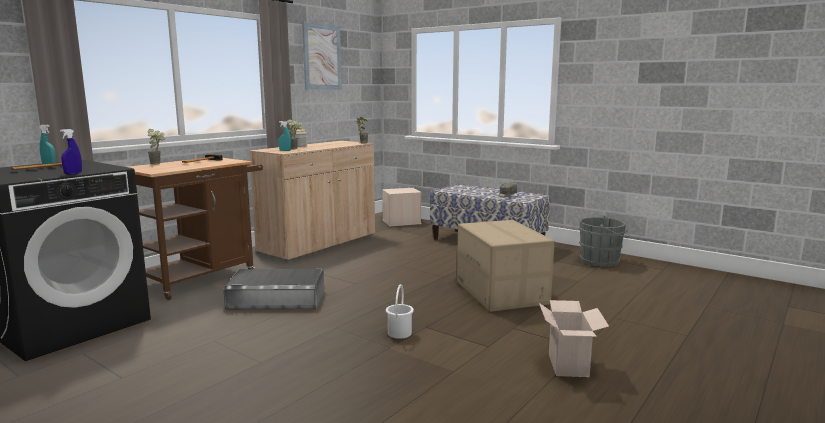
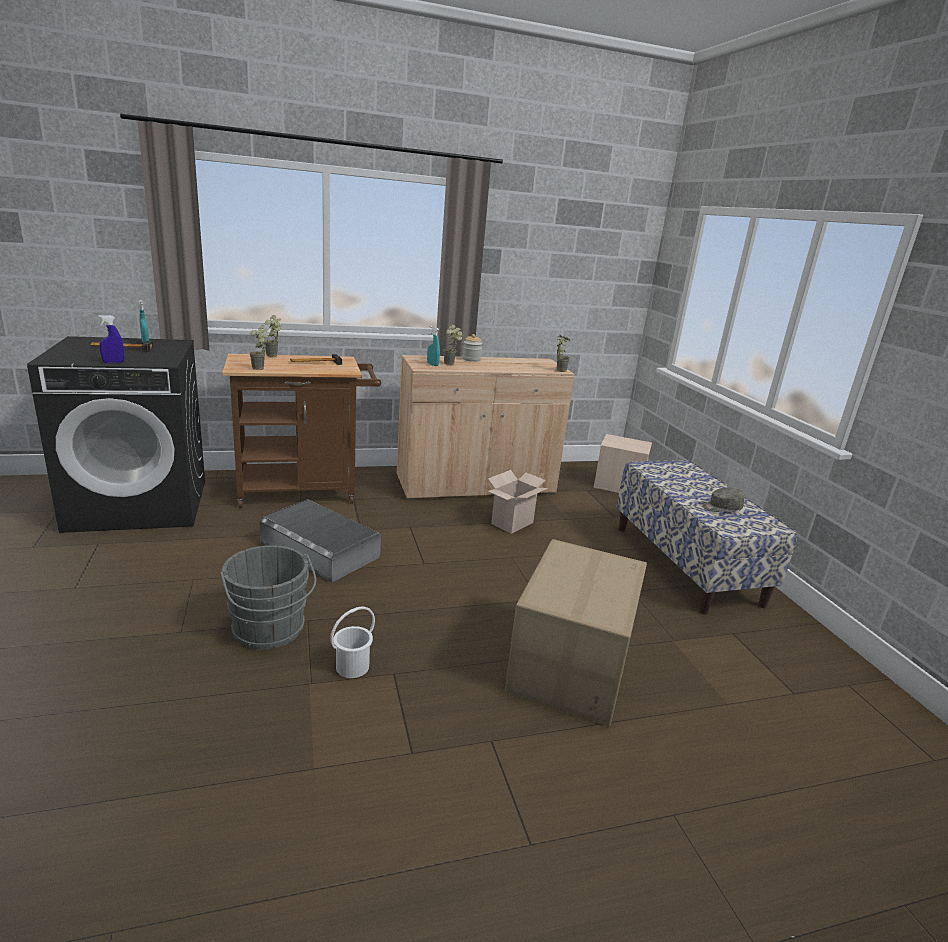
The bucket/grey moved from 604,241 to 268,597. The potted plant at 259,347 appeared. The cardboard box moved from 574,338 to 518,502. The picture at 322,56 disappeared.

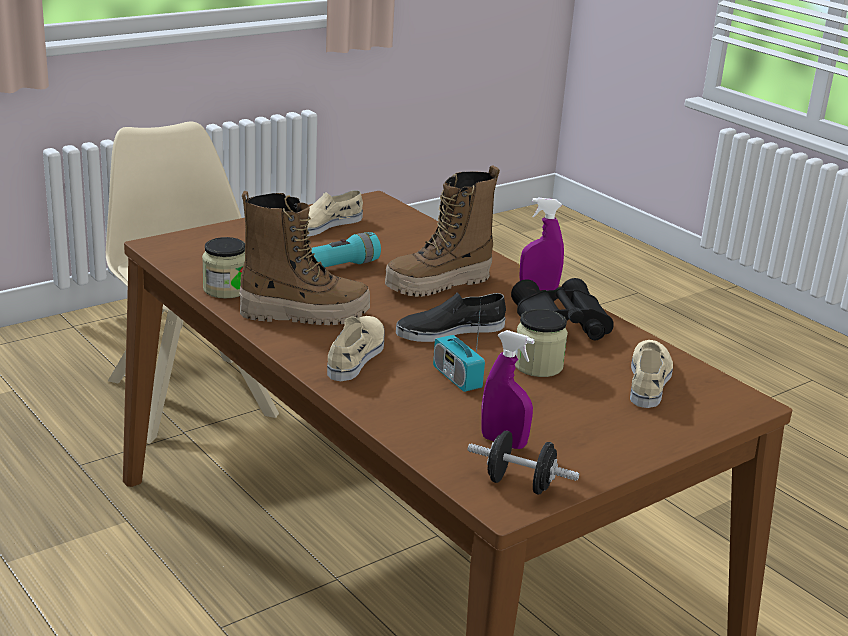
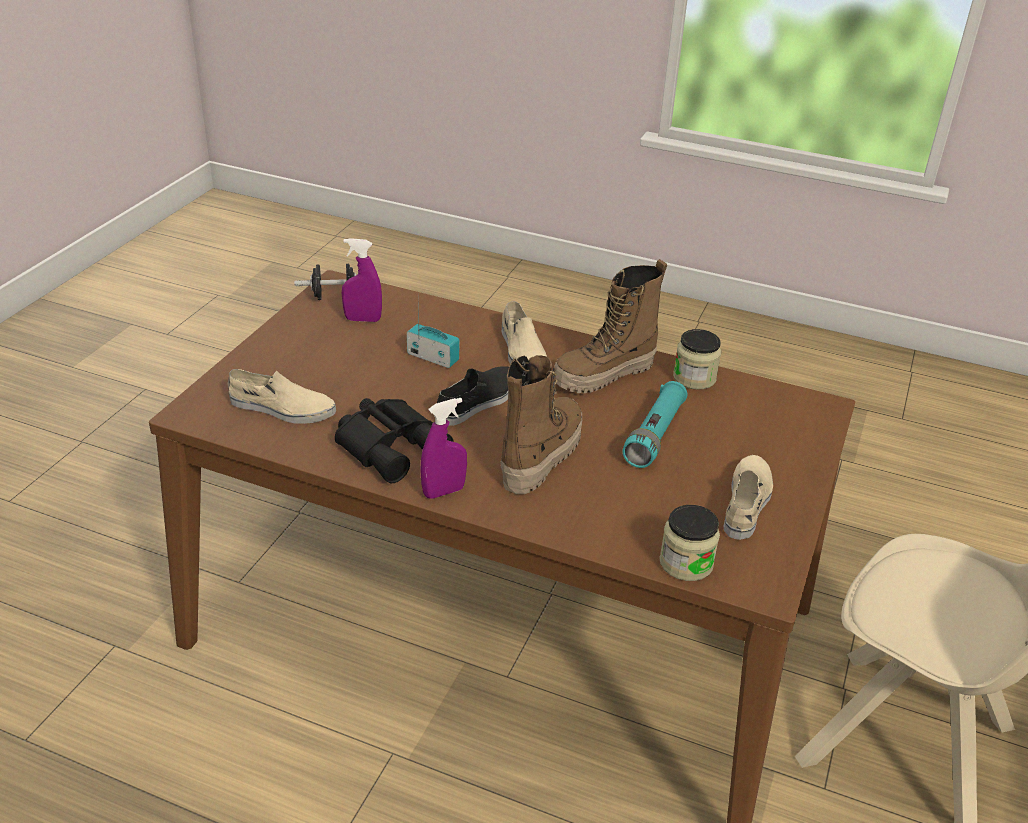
The shoe/beige at 651,374 turned 60 degrees counterclockwise. The jar moved from 541,343 to 690,543.

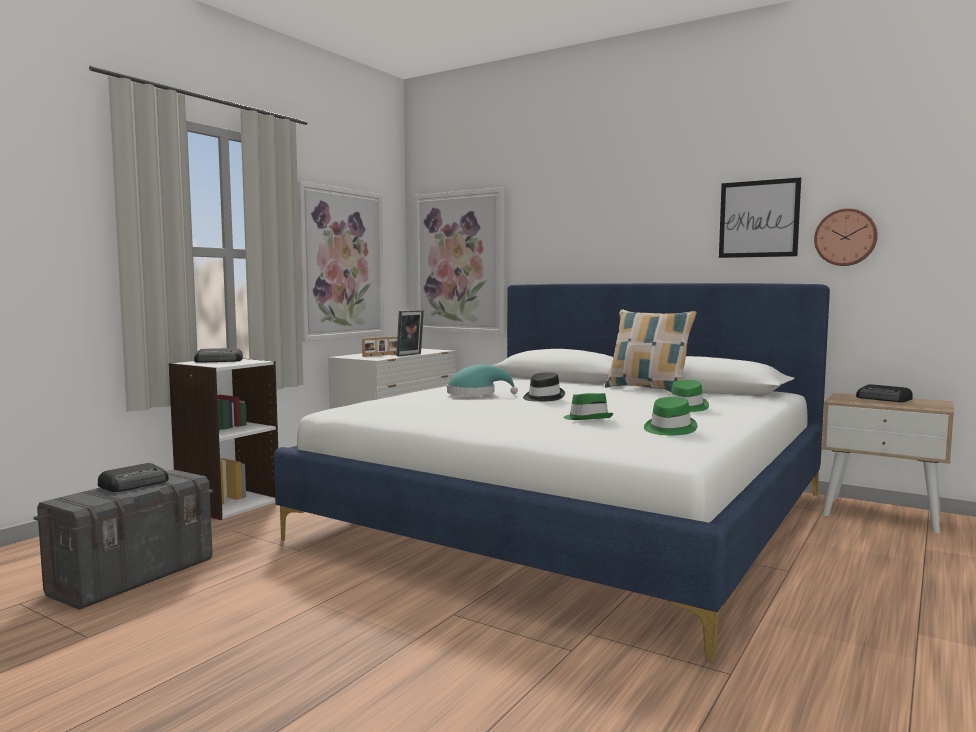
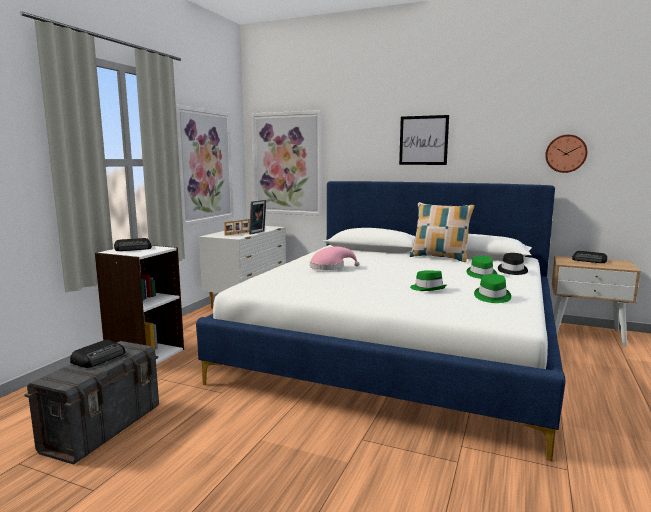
The hat/turquoise at 482,380 became the hat/pink at 334,258. The picture moved from 760,217 to 424,140. The hat/black moved from 544,387 to 513,264.

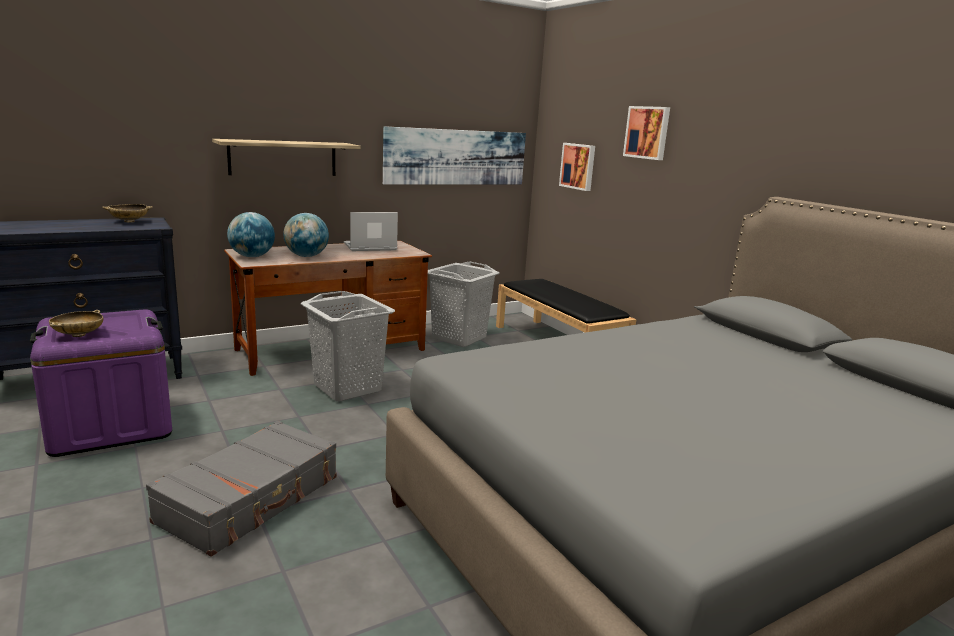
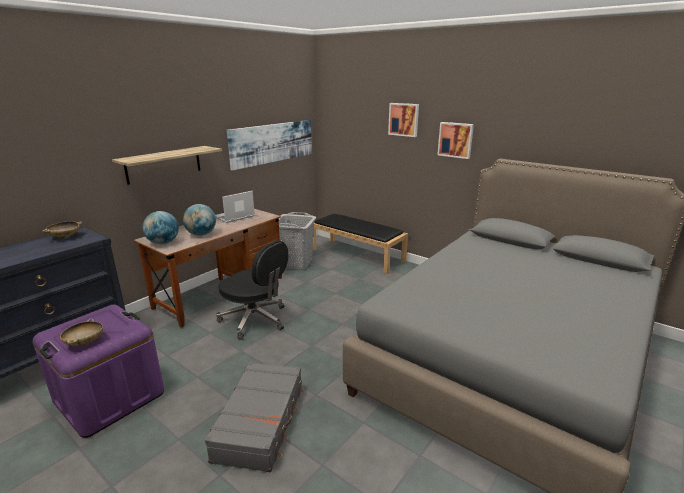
The laundry basket/grey at 348,346 was replaced by the office chair/black at 252,290. The picture moved from 577,167 to 455,140.

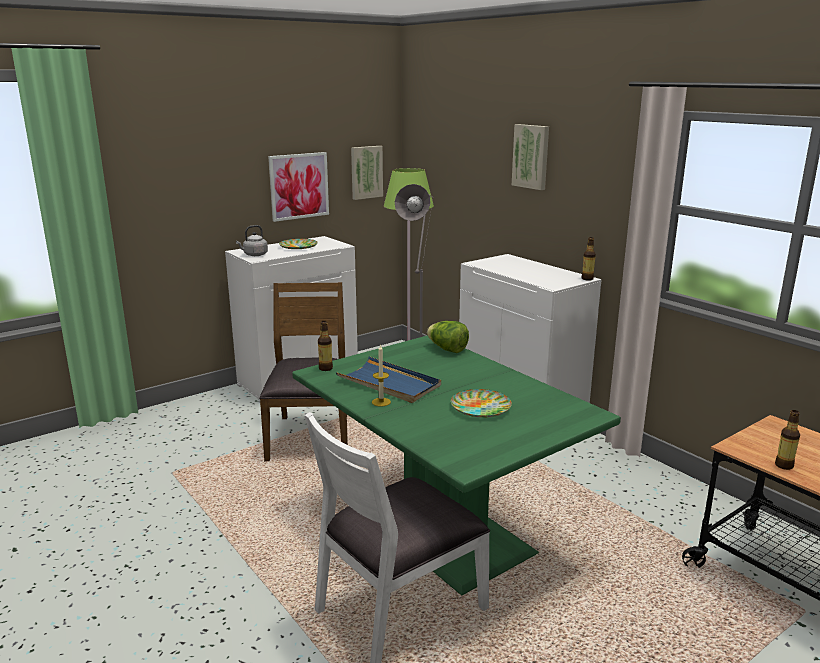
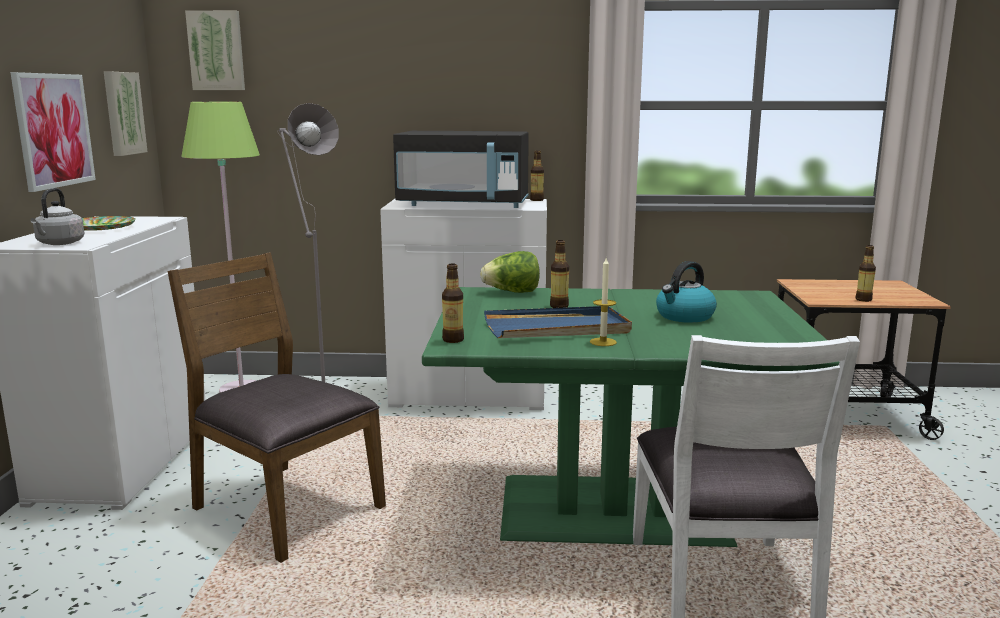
The picture moved from 530,157 to 215,50. The microwave/black at 461,169 appeared. The bottle at 559,274 appeared. The plate at 481,403 was replaced by the kettle at 686,292.

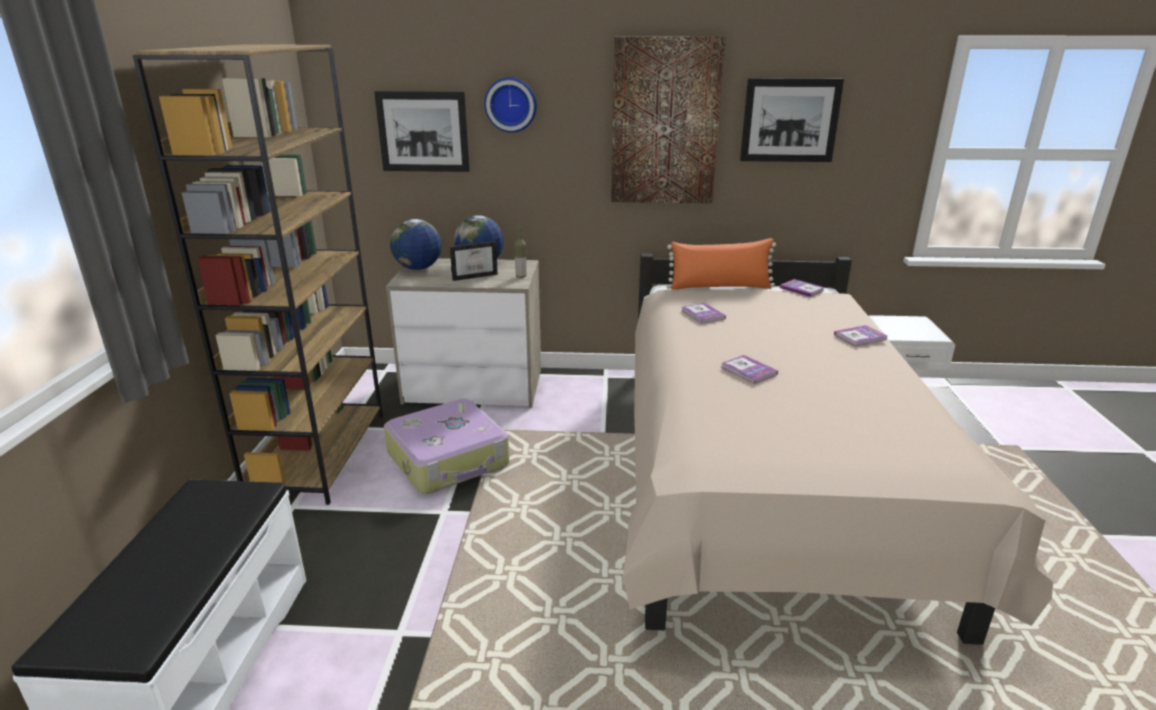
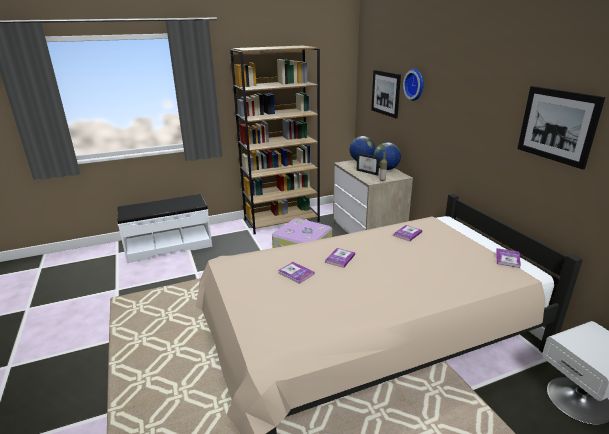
The book moved from 860,335 to 296,273. The picture at 668,120 disappeared. The pillow/orange at 721,263 disappeared.

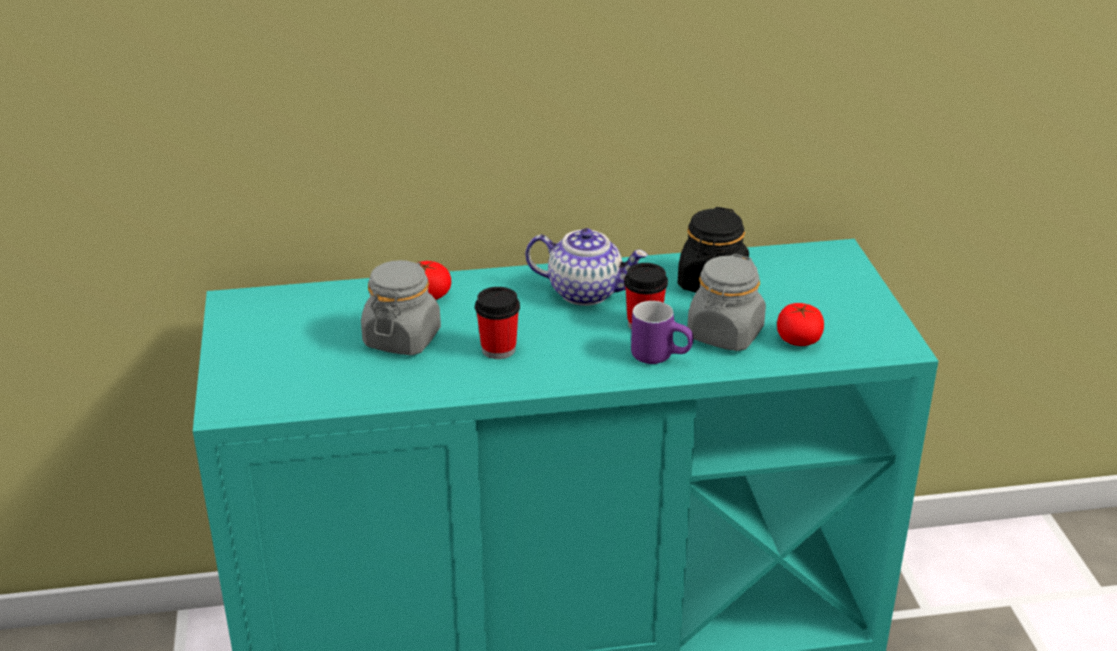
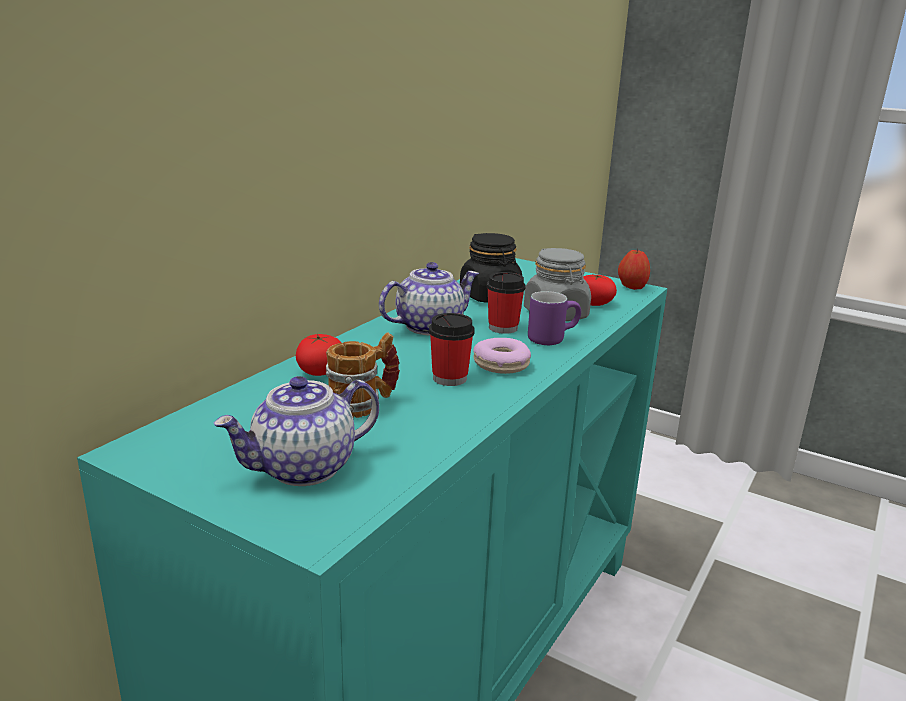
The teapot at 296,431 appeared. The jar/grey at 401,307 was replaced by the mug at 363,375. The donut at 502,356 appeared. The apple at 634,269 appeared.

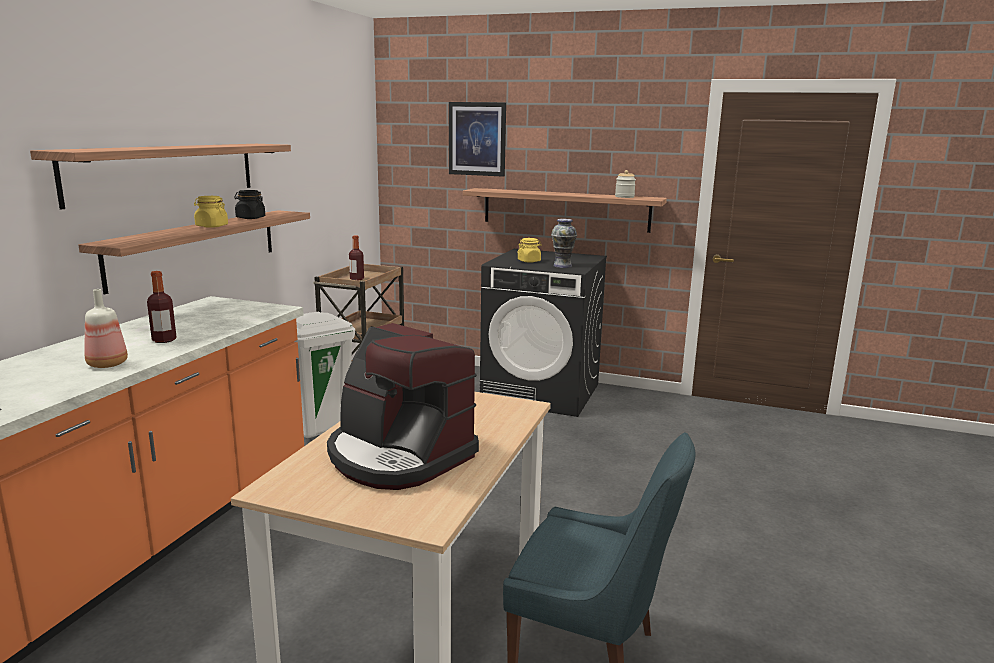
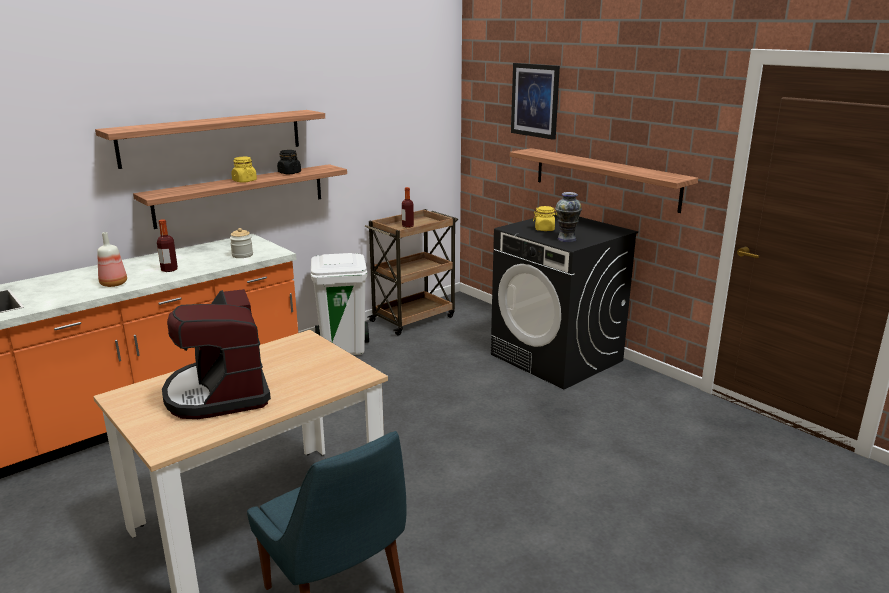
The jar moved from 625,184 to 241,243.

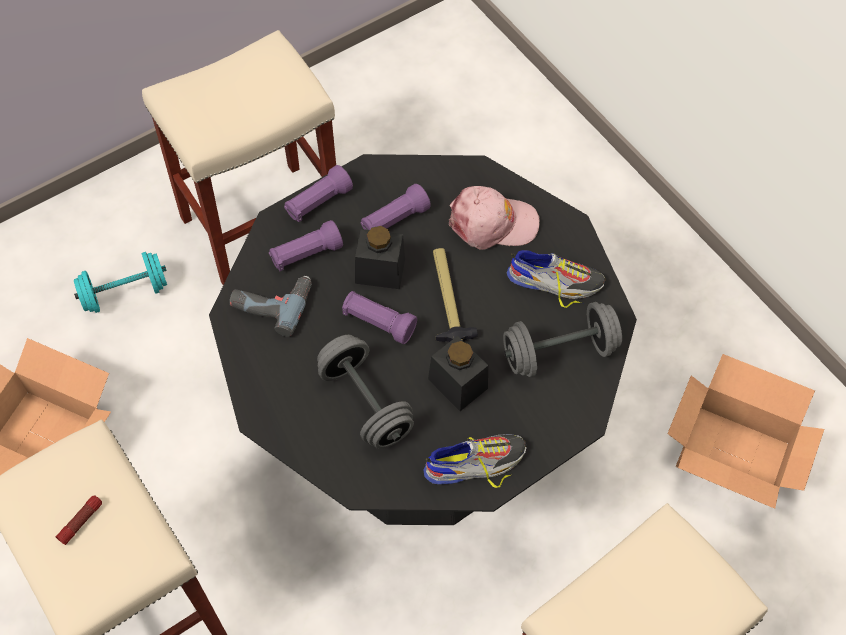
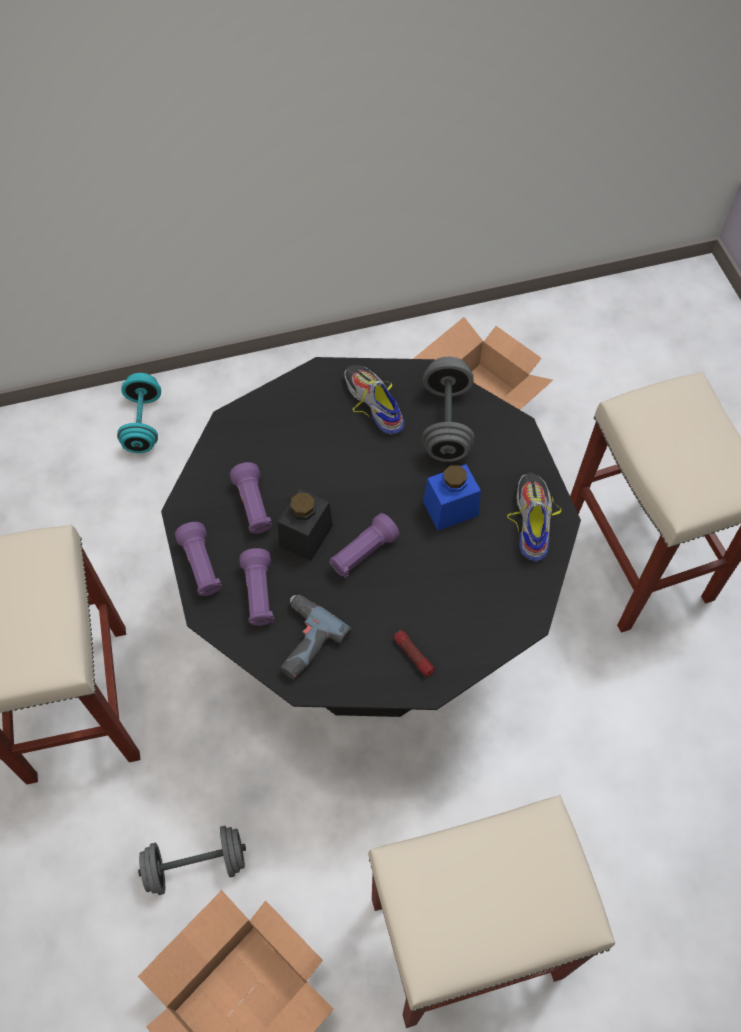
The dumbbell/turquoise moved from 120,282 to 139,413. The dumbbell/grey moved from 365,392 to 192,860. The shoe at 556,279 turned 60 degrees counterclockwise. The flashlight moved from 79,520 to 414,654. The jar/black at 458,373 became the jar/blue at 452,497. The hammer at 455,295 disappeared. The cap/pink at 494,218 disappeared.

